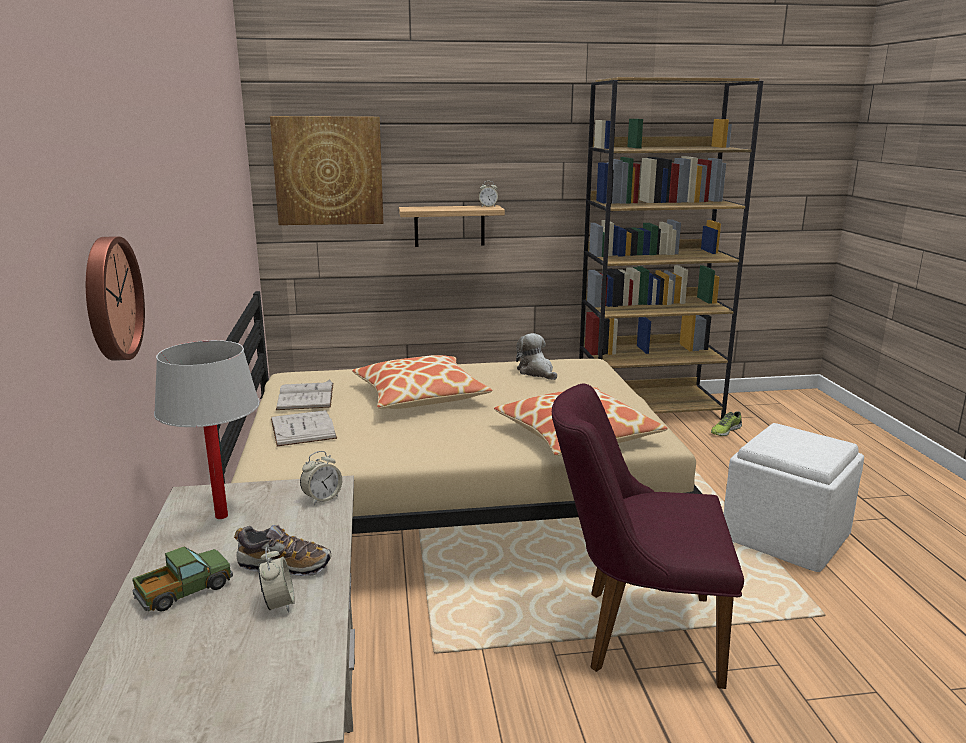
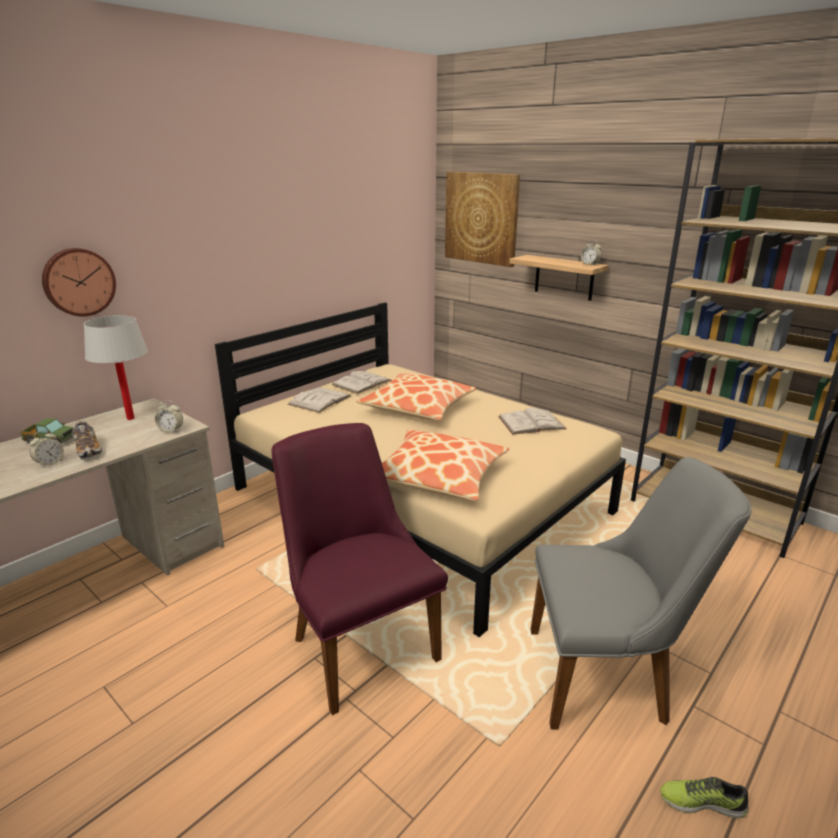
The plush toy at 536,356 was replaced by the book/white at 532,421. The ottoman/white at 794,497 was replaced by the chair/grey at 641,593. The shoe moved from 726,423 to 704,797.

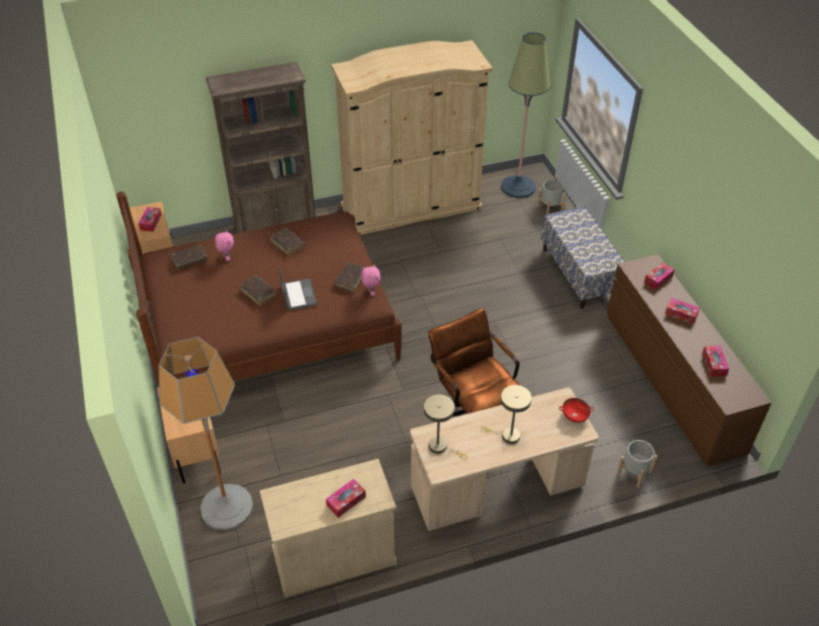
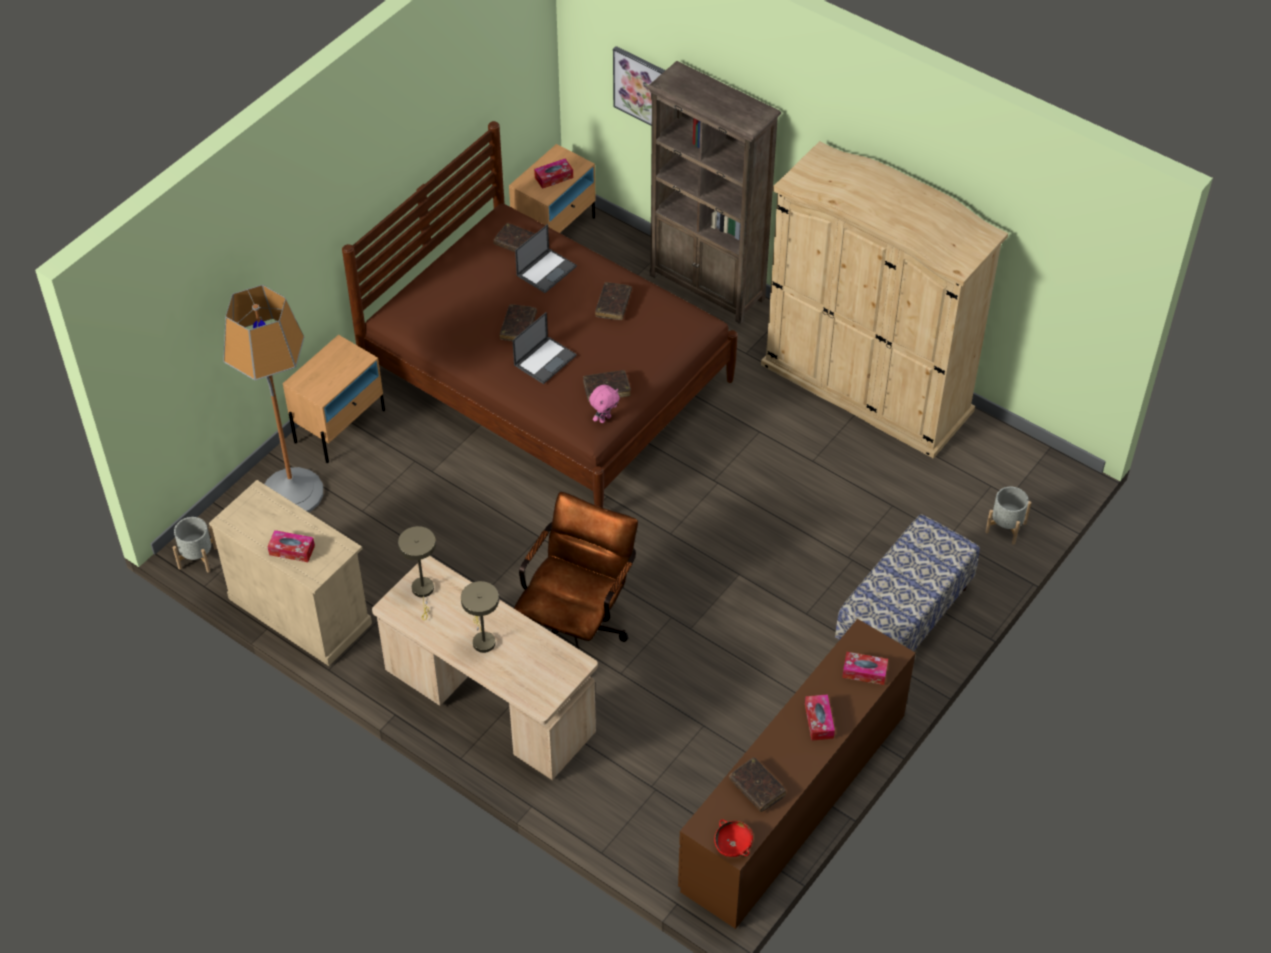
The planter/grey moved from 637,464 to 194,545. The plush toy/pink at 224,245 was replaced by the laptop at 546,258. The picture at 639,86 appeared. The bowl/red moved from 576,410 to 733,838. The tissue box at 715,361 was replaced by the book/brown at 757,784. The floor lamp at 525,115 disappeared.

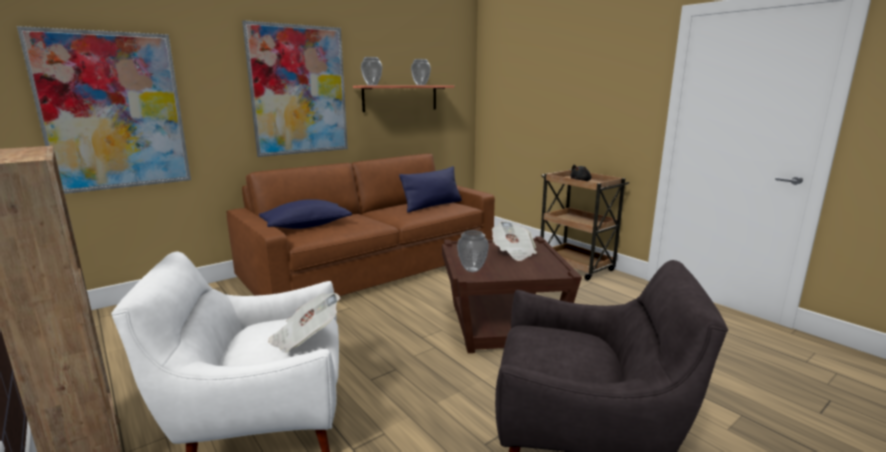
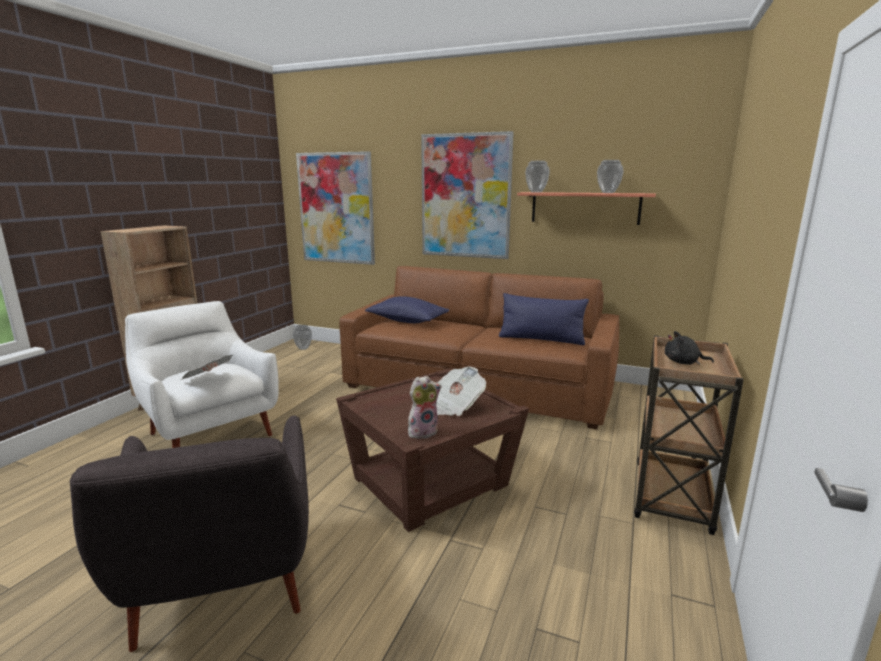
The vase moved from 473,251 to 302,337. The plush toy at 425,407 appeared.

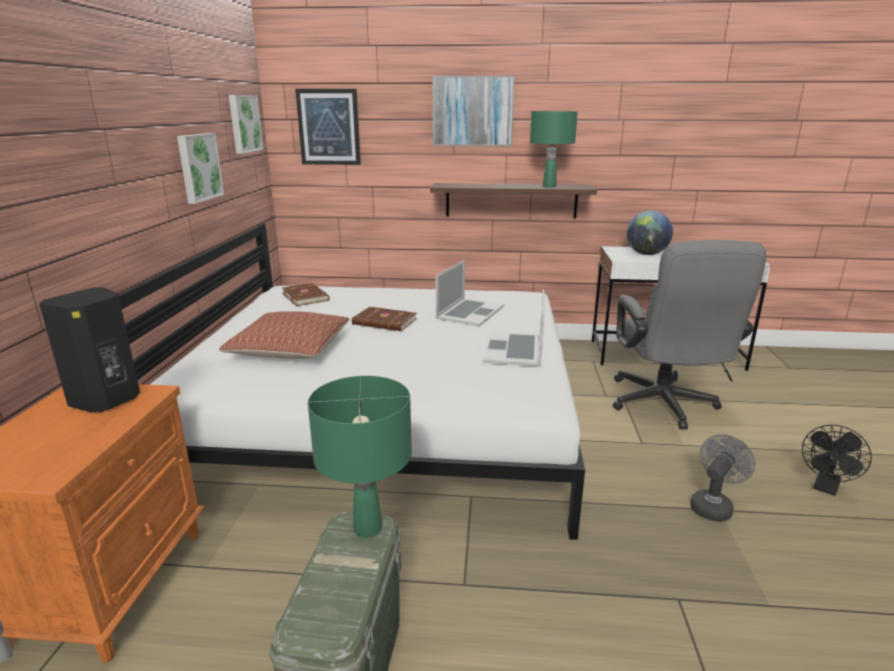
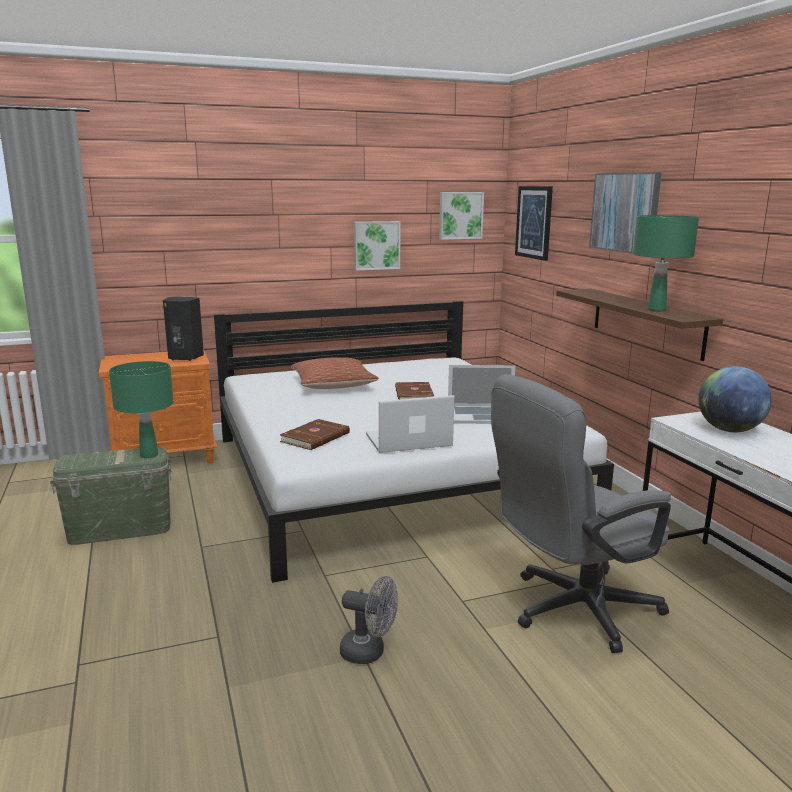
The book/brown moved from 306,294 to 315,434. The fan/black at 837,460 disappeared.

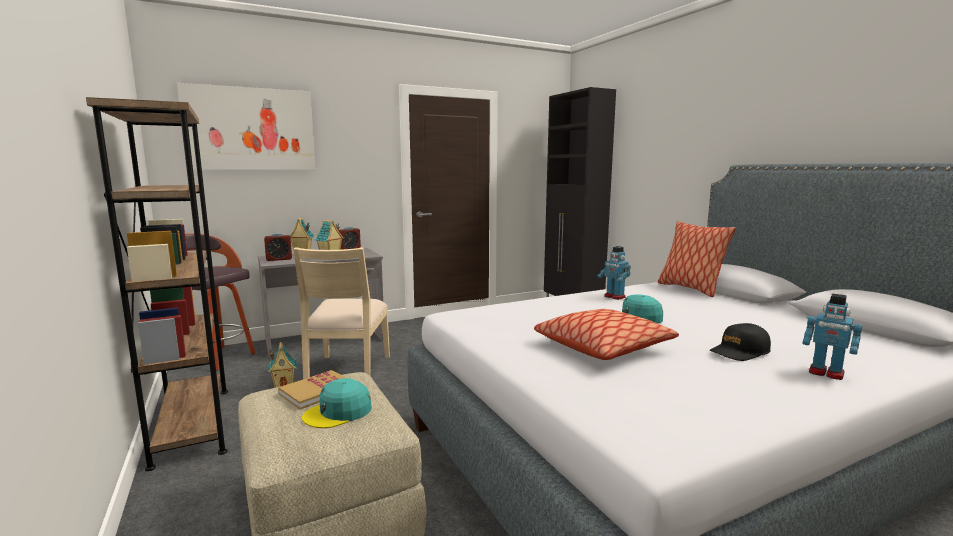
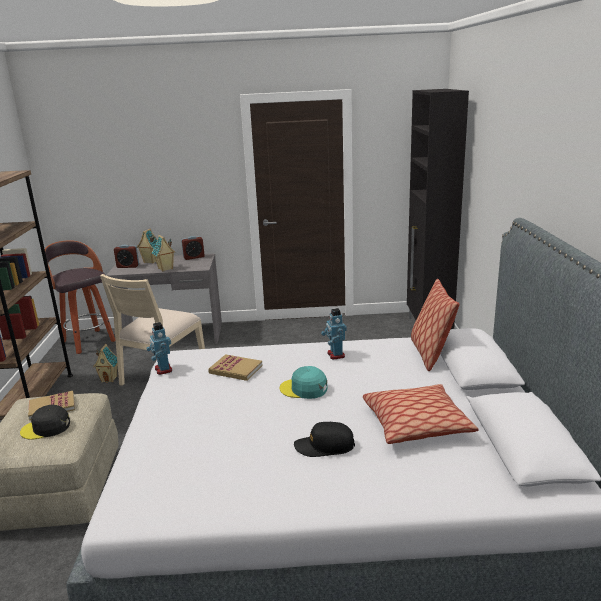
The cap/turquoise at 337,403 became the cap/black at 45,422. The toy robot moved from 832,337 to 159,348. The book at 235,367 appeared. The pillow moved from 606,334 to 421,414. The picture at 246,126 disappeared.

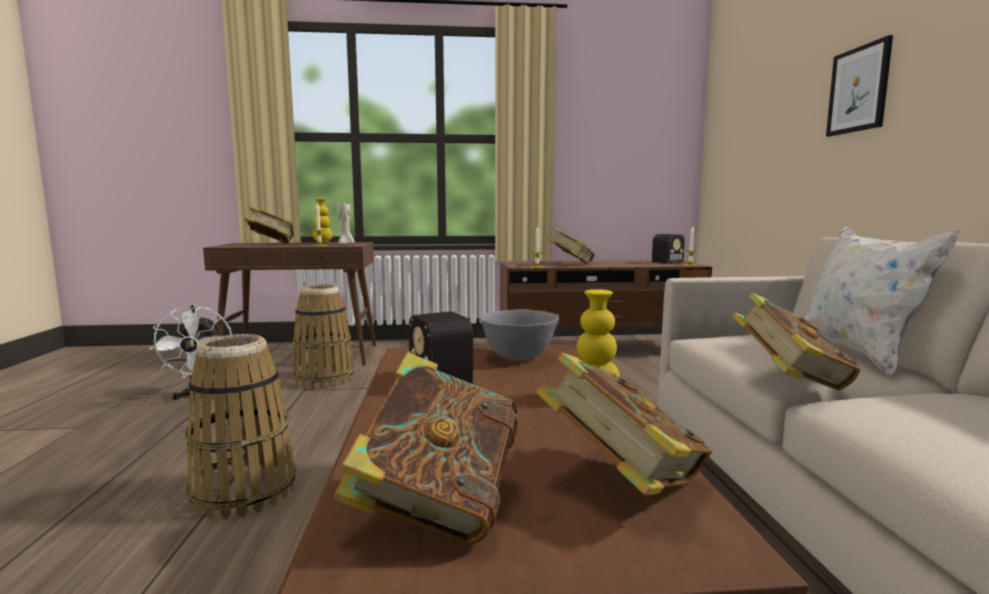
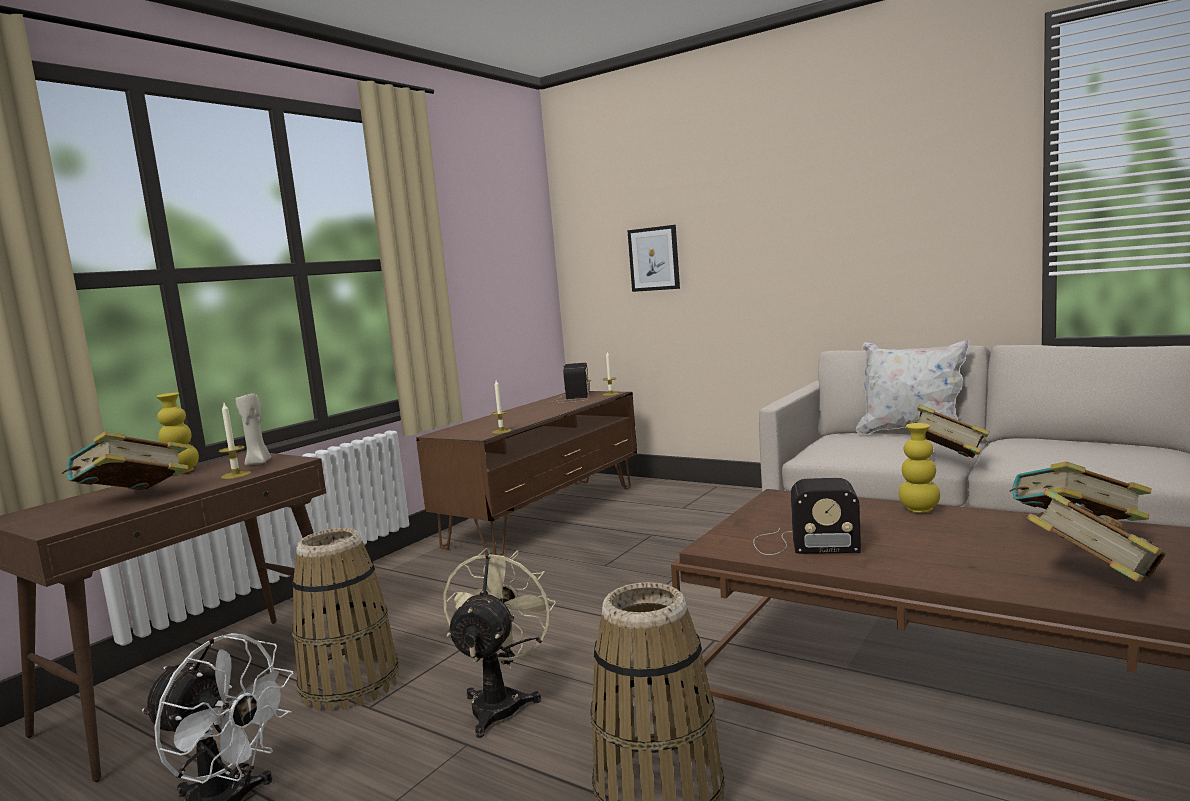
The fan/beige at 499,643 appeared. The picture moved from 859,86 to 653,258. The bowl/grey at 520,334 disappeared. The book at 571,246 disappeared.

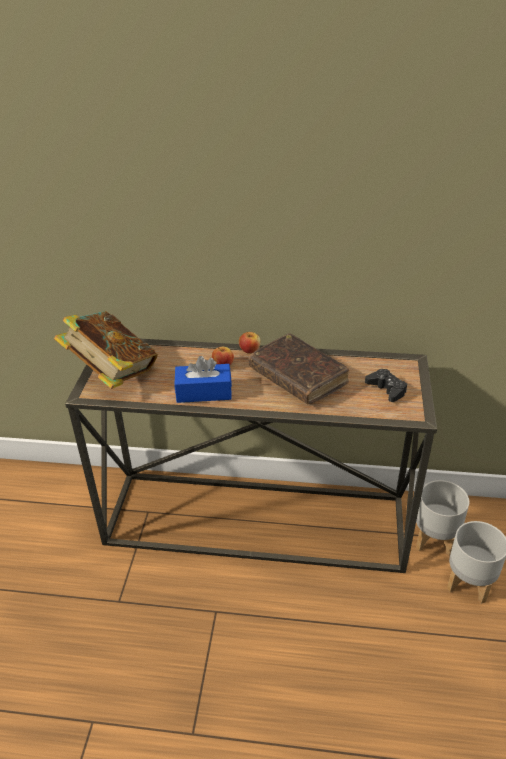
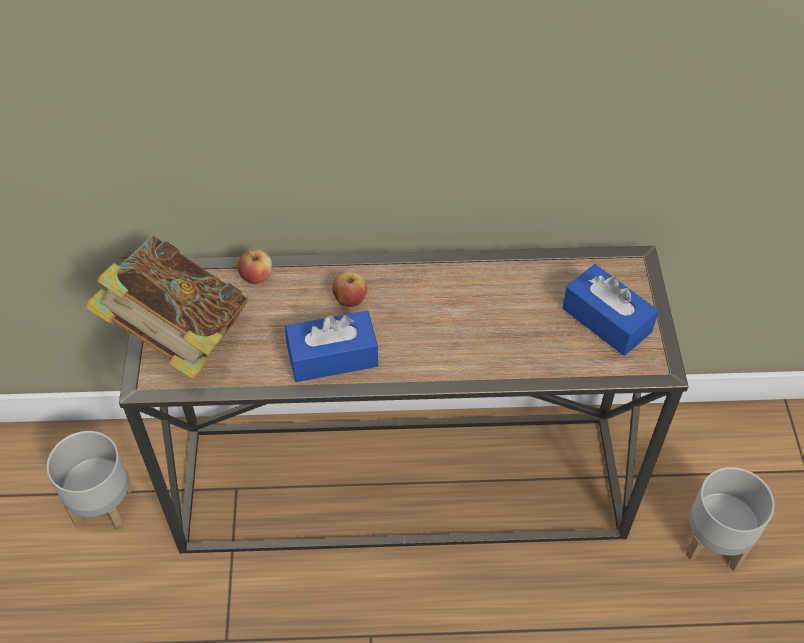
The planter/grey moved from 442,518 to 90,481. The apple moved from 250,342 to 254,266. The game controller/black at 386,385 was replaced by the tissue box/blue at 610,310. The book/brown at 298,368 disappeared.

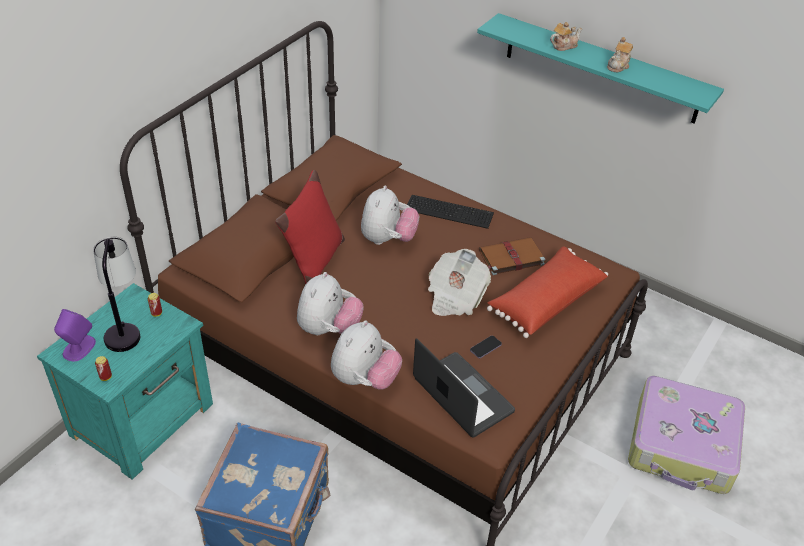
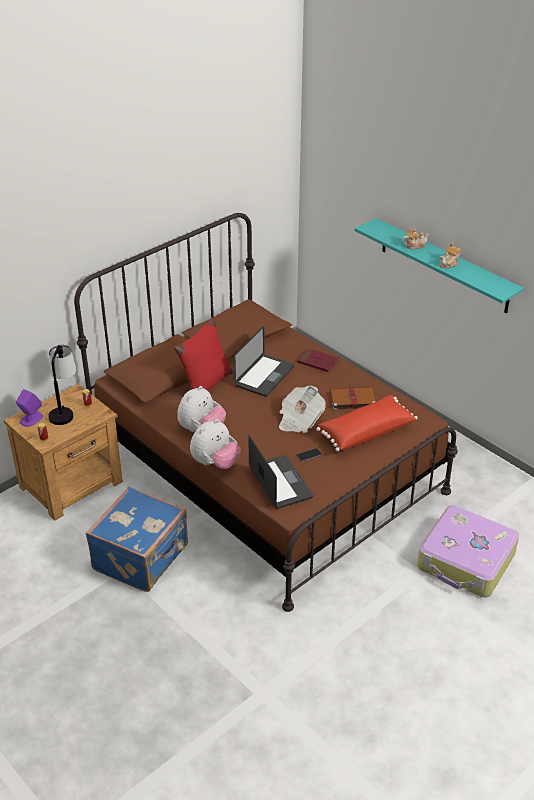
The nightstand/turquoise at 125,381 became the nightstand/brown at 63,452. The plush toy at 390,215 was replaced by the laptop at 264,361. The keyboard at 450,212 was replaced by the book/red at 318,360.

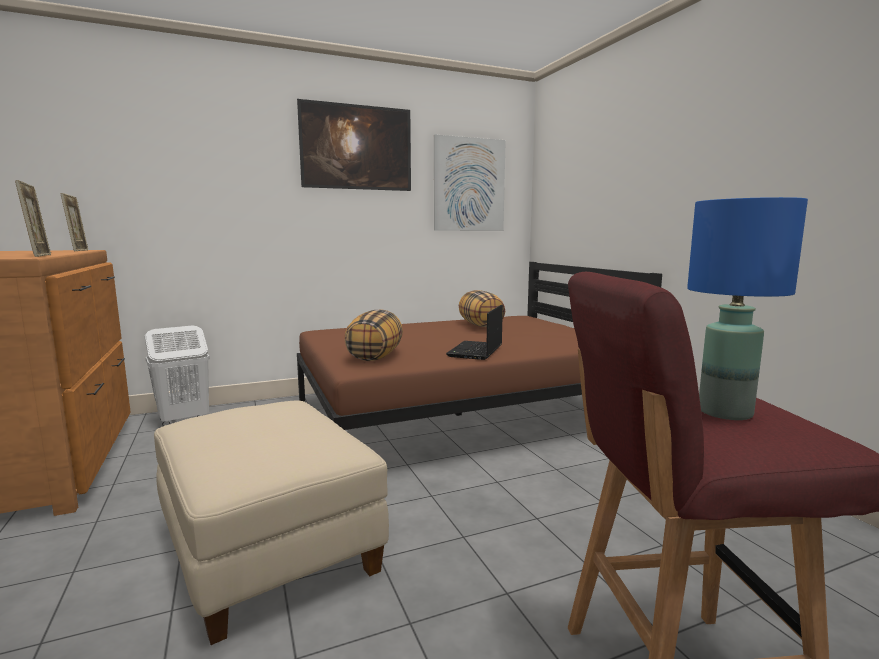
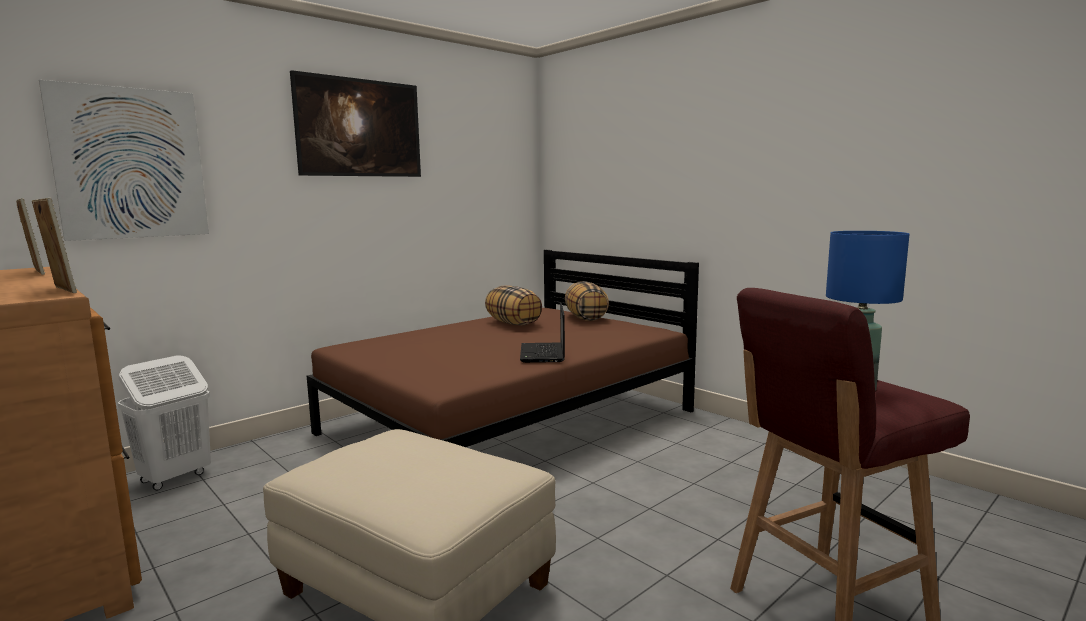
The picture moved from 470,182 to 124,160. The pillow moved from 374,335 to 587,301.

